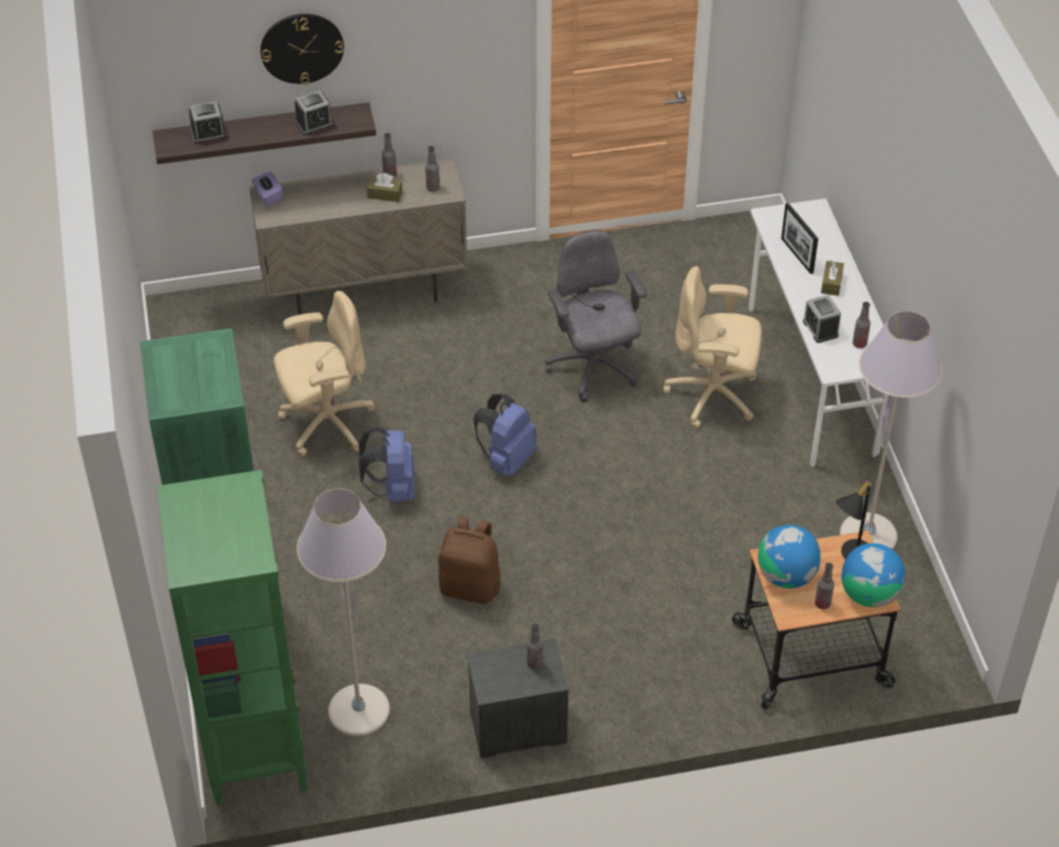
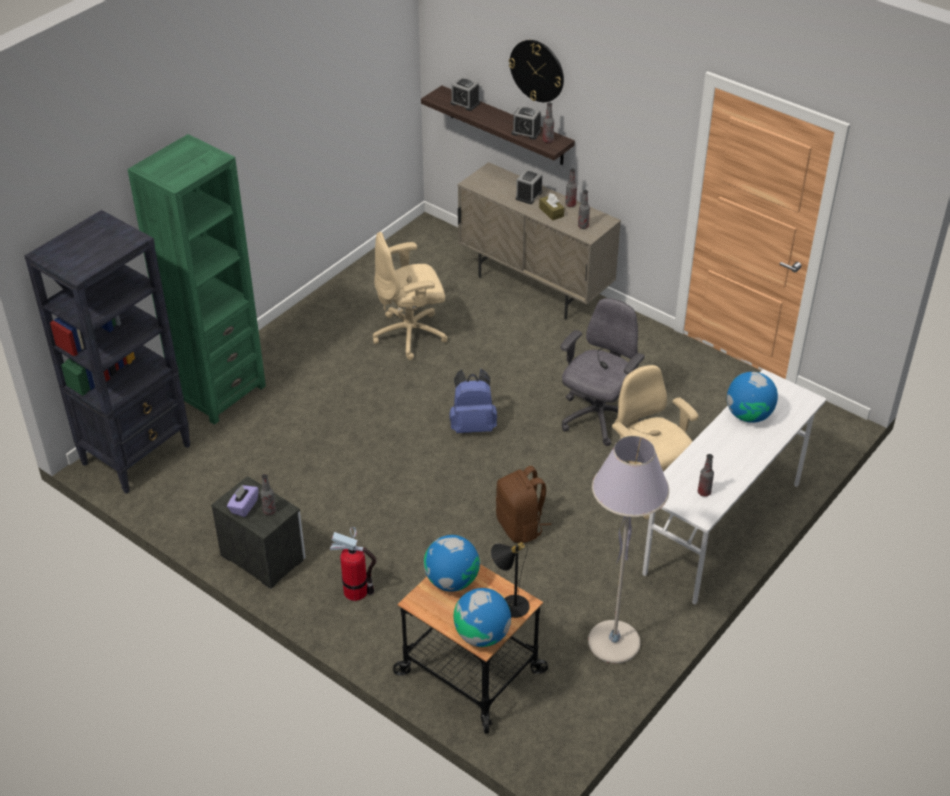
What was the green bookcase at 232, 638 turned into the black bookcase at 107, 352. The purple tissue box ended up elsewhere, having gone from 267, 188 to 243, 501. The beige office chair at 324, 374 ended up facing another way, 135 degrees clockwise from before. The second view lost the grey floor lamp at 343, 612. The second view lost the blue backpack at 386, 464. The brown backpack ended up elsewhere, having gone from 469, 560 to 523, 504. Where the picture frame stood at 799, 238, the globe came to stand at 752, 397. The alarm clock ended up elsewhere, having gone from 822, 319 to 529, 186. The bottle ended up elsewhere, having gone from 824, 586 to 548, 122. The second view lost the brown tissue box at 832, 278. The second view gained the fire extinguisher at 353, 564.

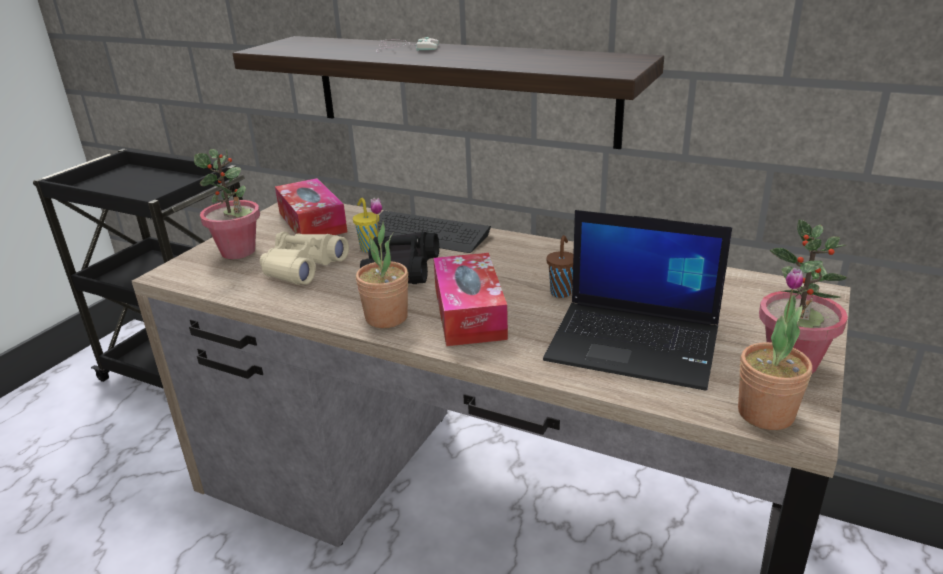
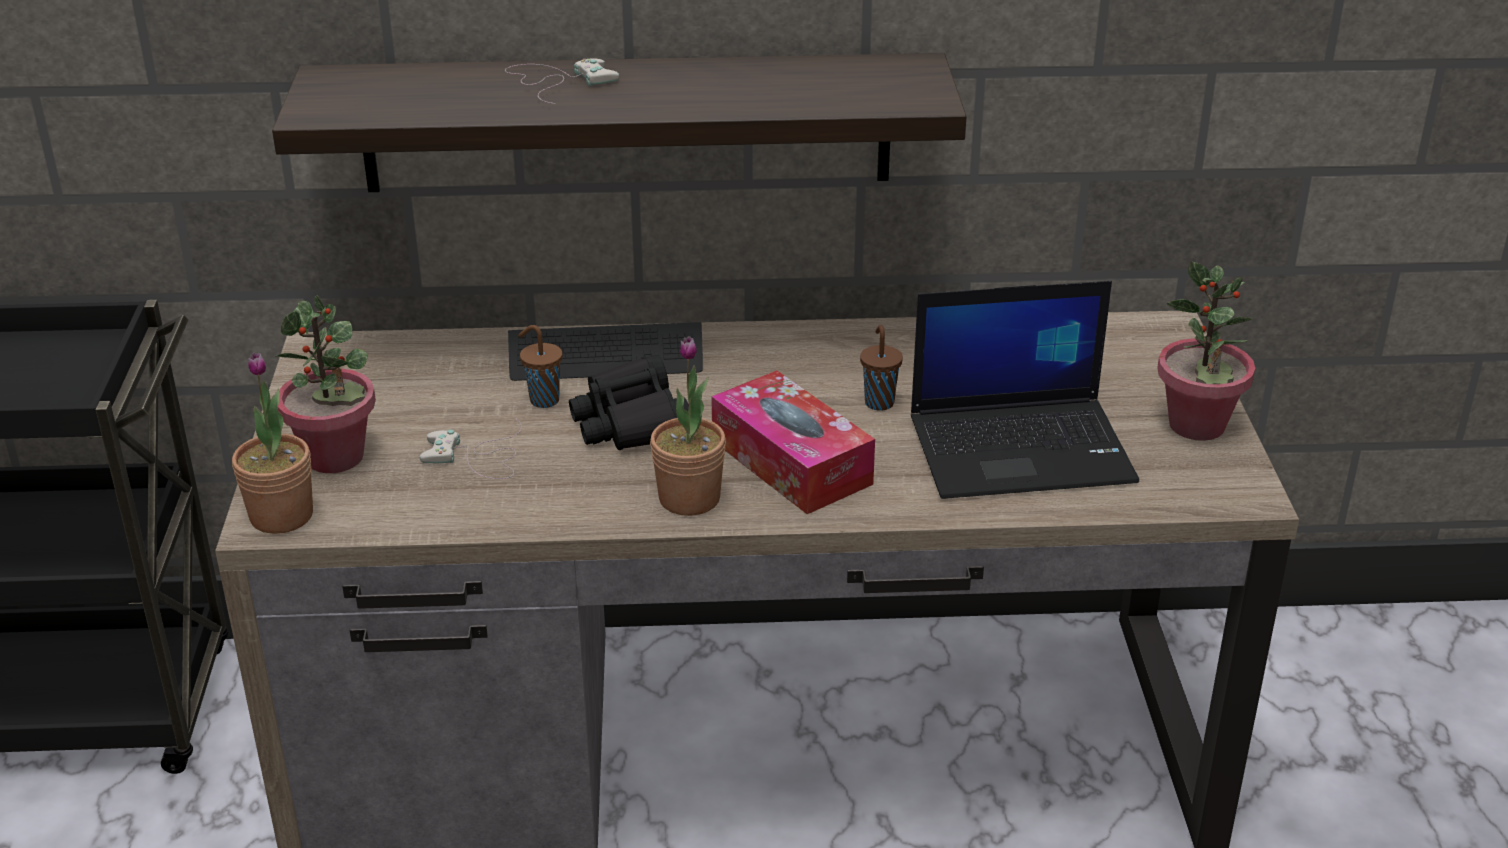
Where the beige binoculars stood at 304, 258, the white game controller came to stand at 471, 448. The second view lost the tissue box at 311, 206. What was the yellow cup at 366, 225 turned into the brown cup at 540, 366. The potted plant ended up elsewhere, having gone from 775, 349 to 272, 443.

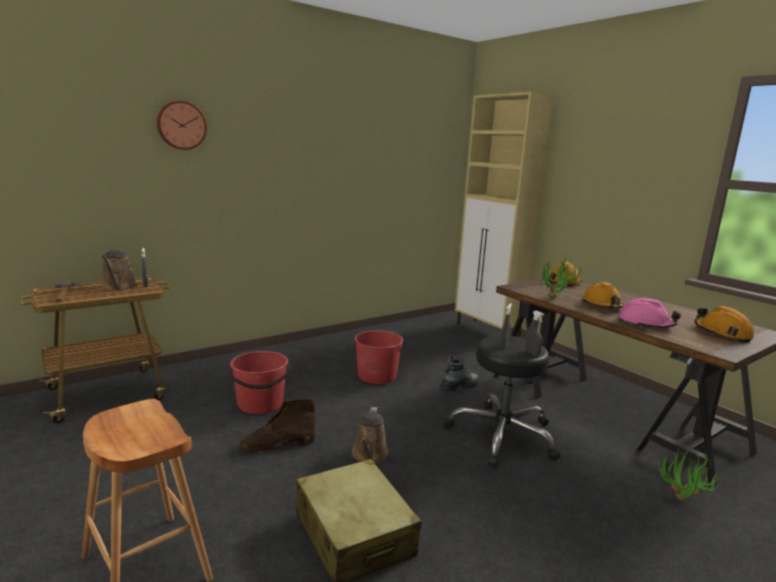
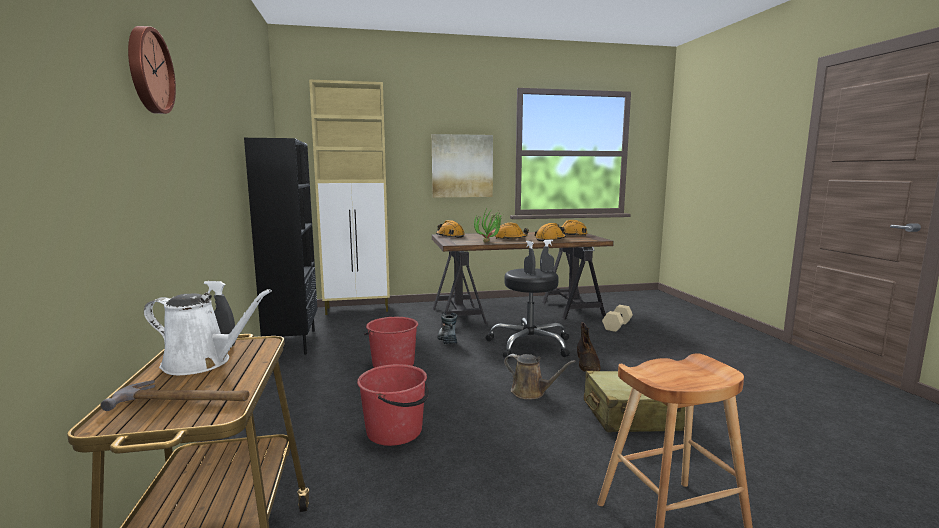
What was the brown watering can at 119, 270 turned into the white watering can at 208, 332. The brown boot ended up elsewhere, having gone from 278, 425 to 589, 347. What was the pink hard hat at 649, 313 turned into the orange hard hat at 550, 232. Where the potted plant stood at 691, 474, the beige dumbbell came to stand at 617, 318. The second view gained the black bookcase at 280, 246. The second view gained the picture at 462, 166.

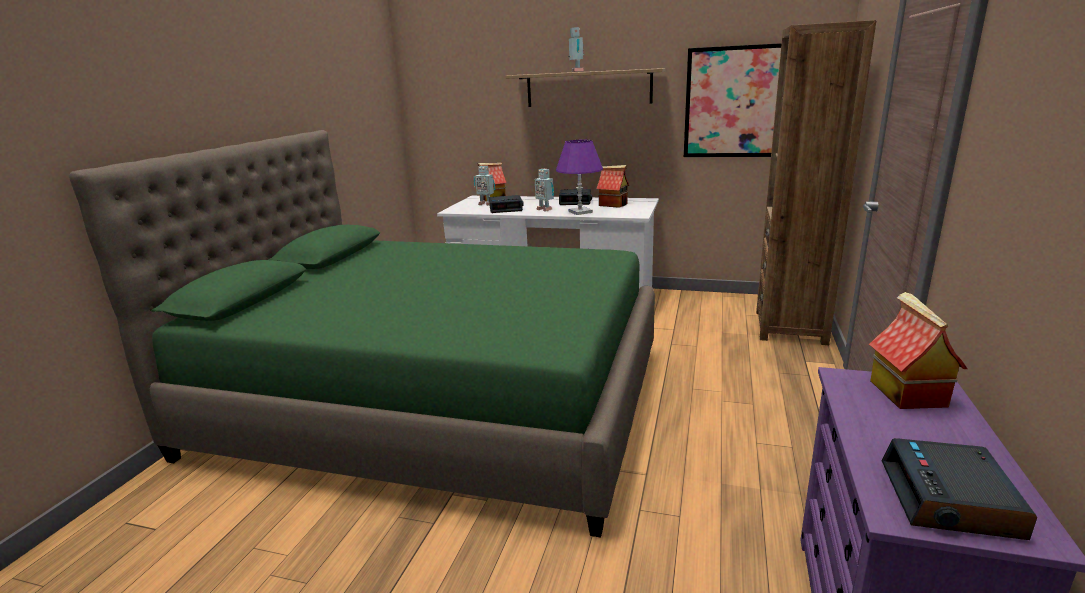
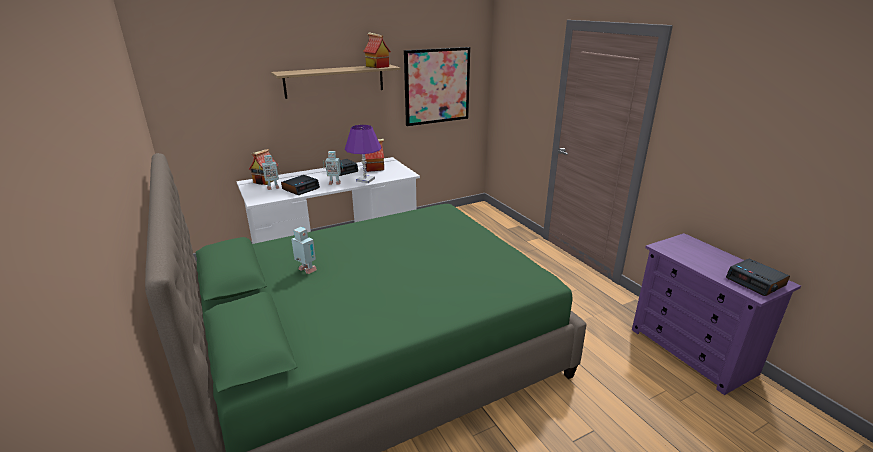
The toy robot ended up elsewhere, having gone from 576, 49 to 304, 250. The second view lost the brown bookcase at 816, 182. The toy house ended up elsewhere, having gone from 918, 350 to 377, 50.

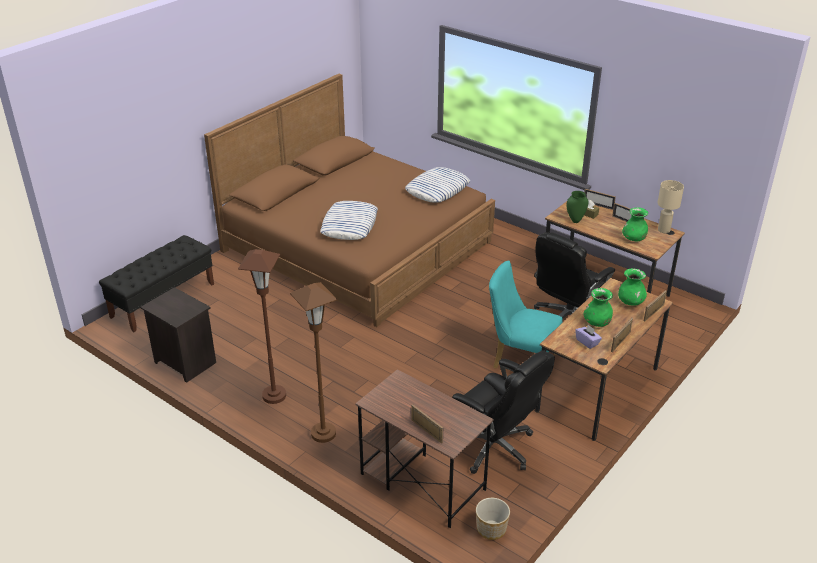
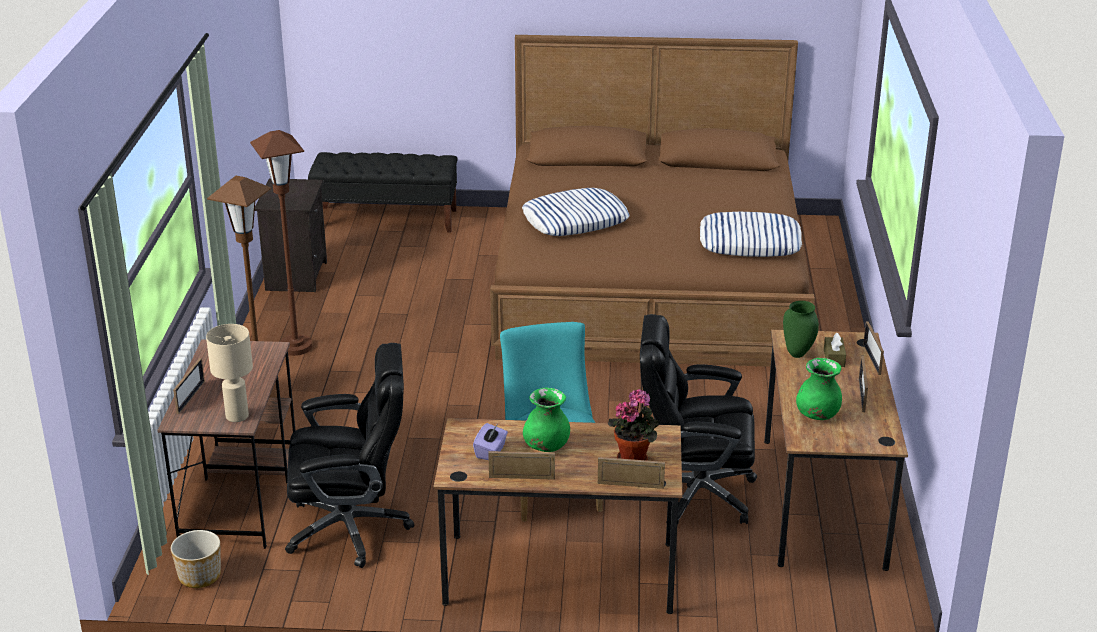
The black office chair at 503, 412 ended up facing another way, 105 degrees counterclockwise from before. Where the green vase stood at 632, 286, the potted plant came to stand at 633, 425. The beige table lamp ended up elsewhere, having gone from 670, 206 to 229, 373.

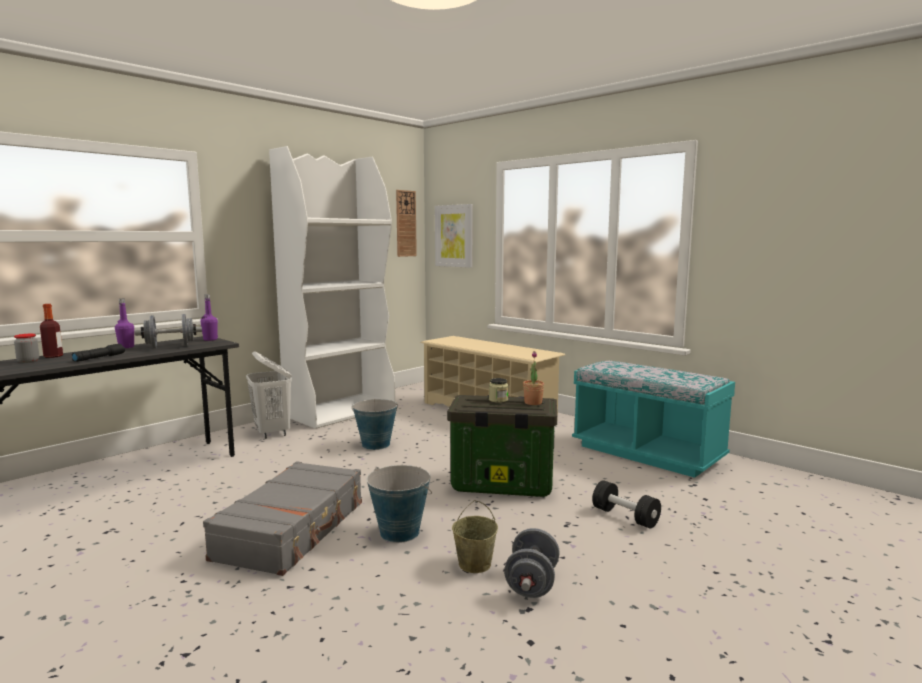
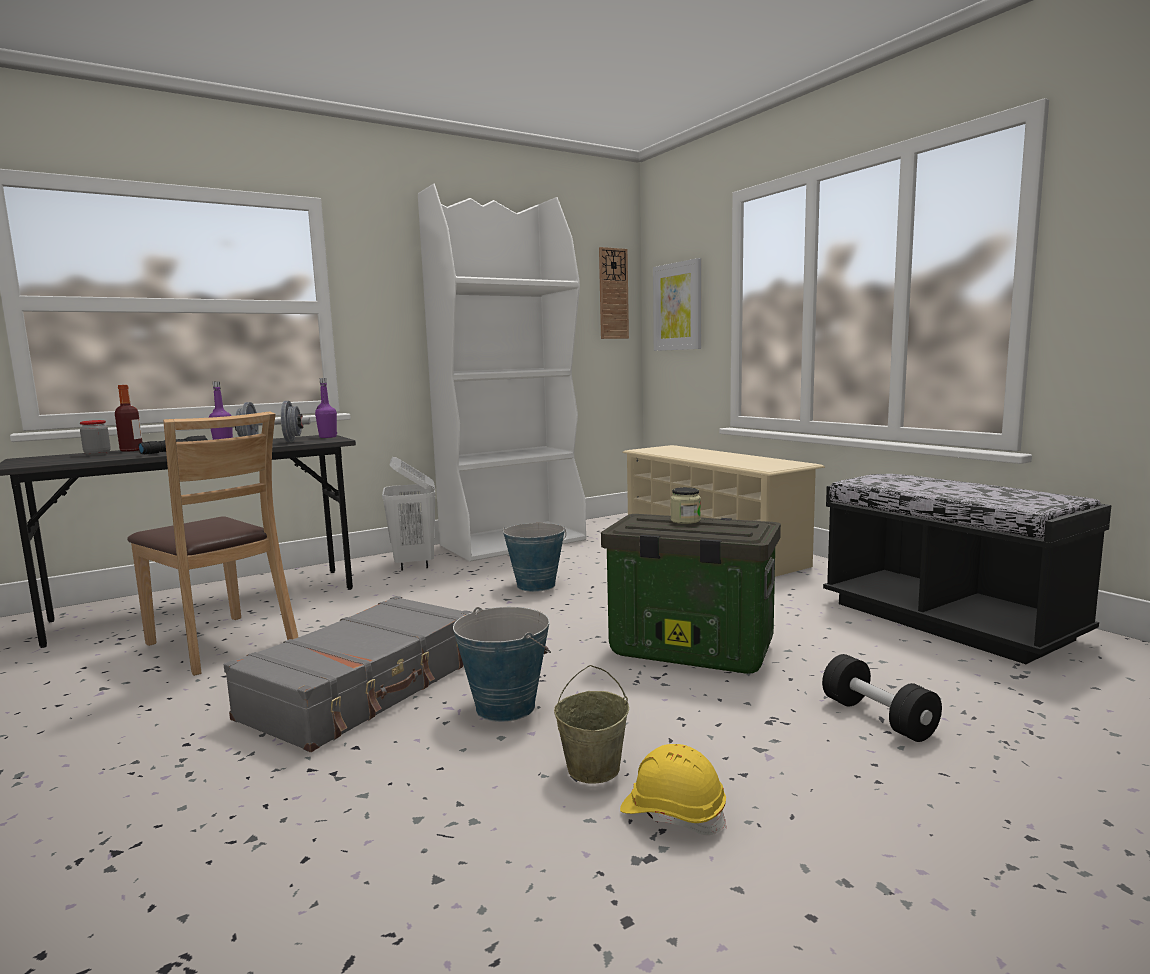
Where the grey dumbbell stood at 532, 563, the yellow hard hat came to stand at 673, 789. The second view lost the potted plant at 533, 378. What was the turquoise bench at 653, 419 turned into the black bench at 967, 569. The second view gained the brown chair at 212, 544.

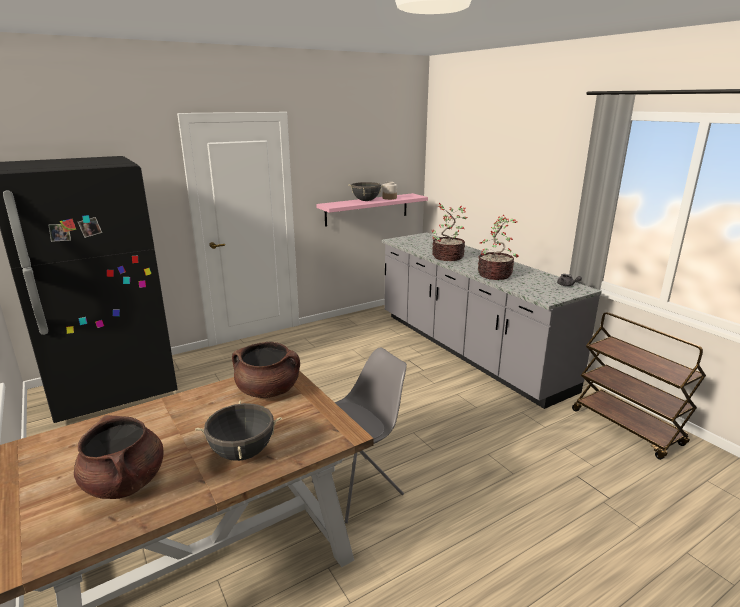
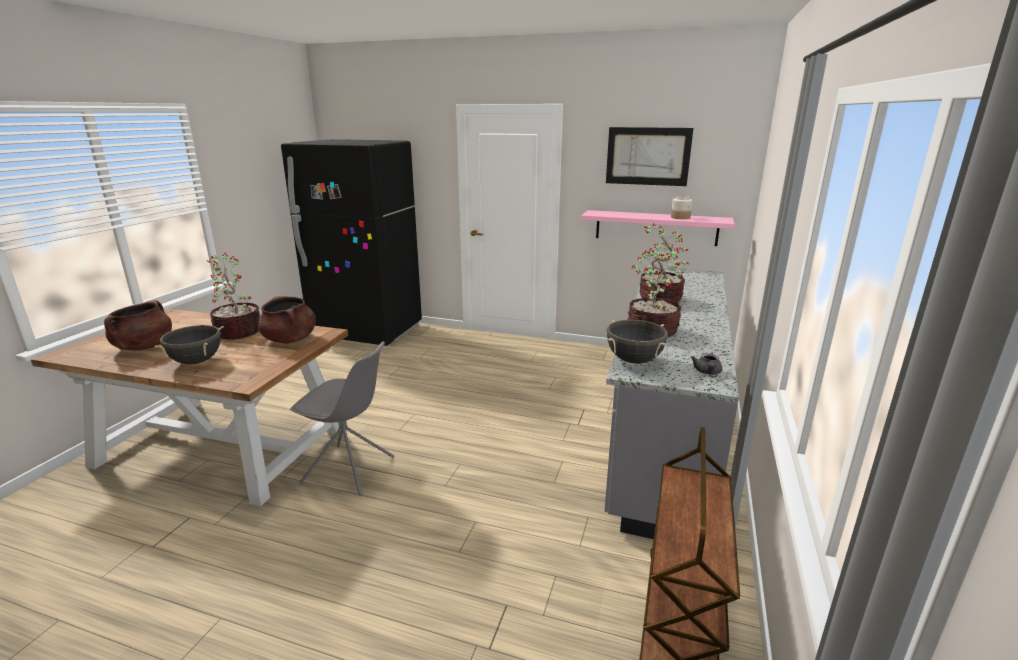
The black cooking pot ended up elsewhere, having gone from 366, 191 to 637, 342. The second view gained the potted plant at 233, 296. The second view gained the picture at 649, 156.

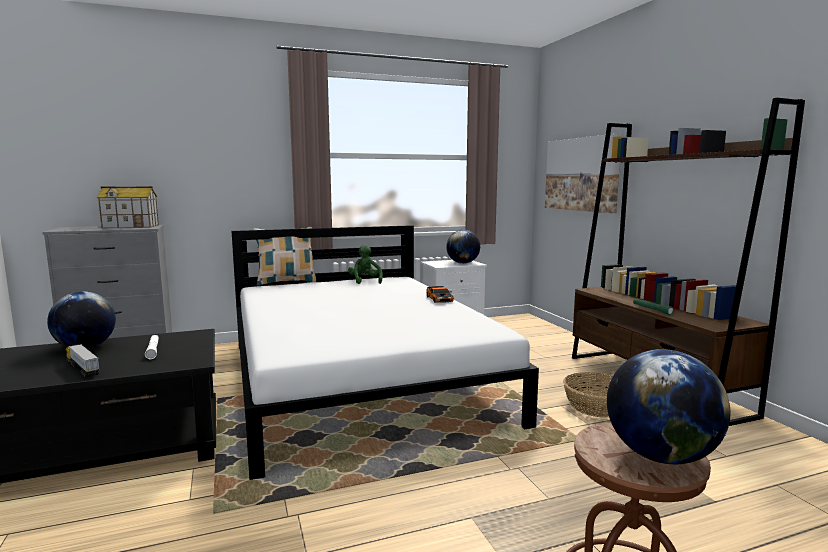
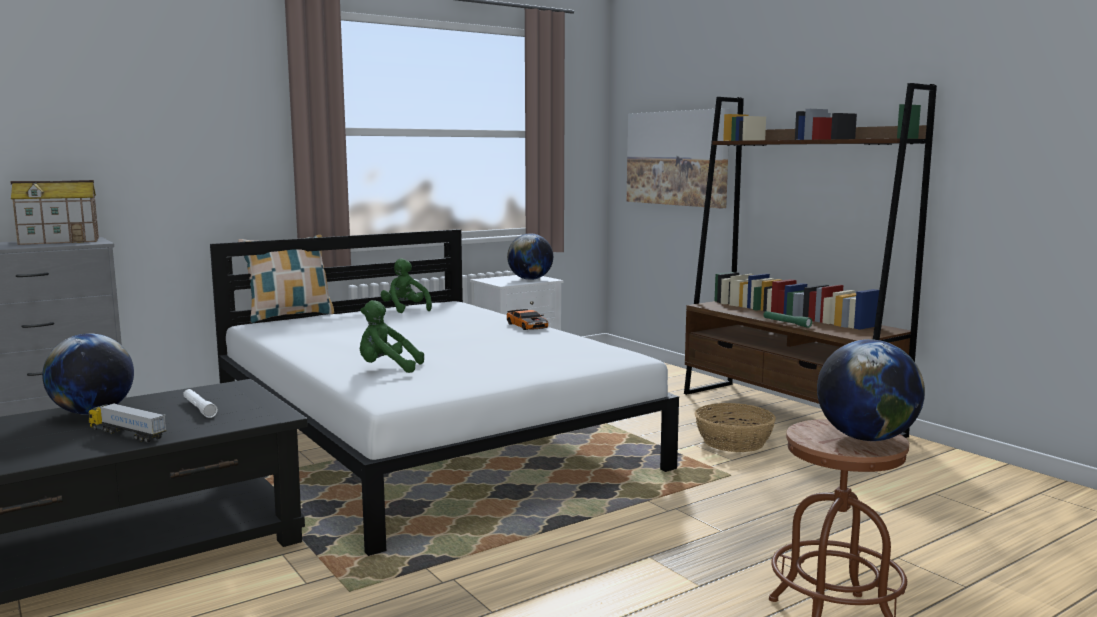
The second view gained the green plush toy at 392, 336.

